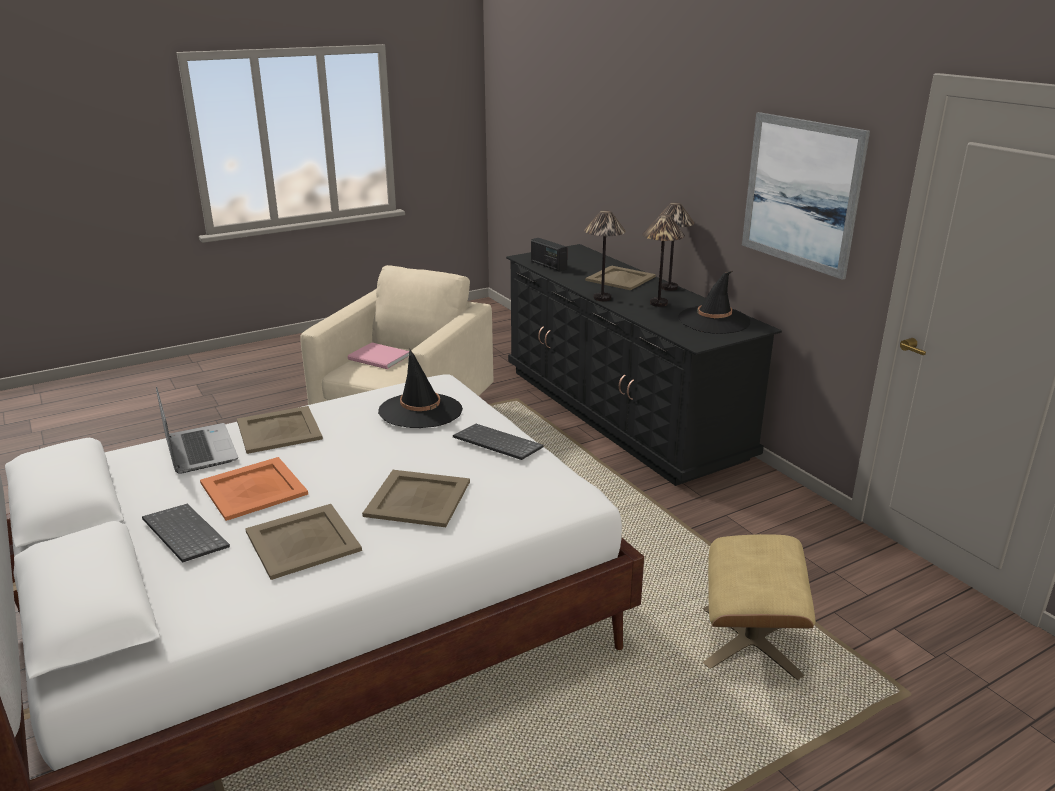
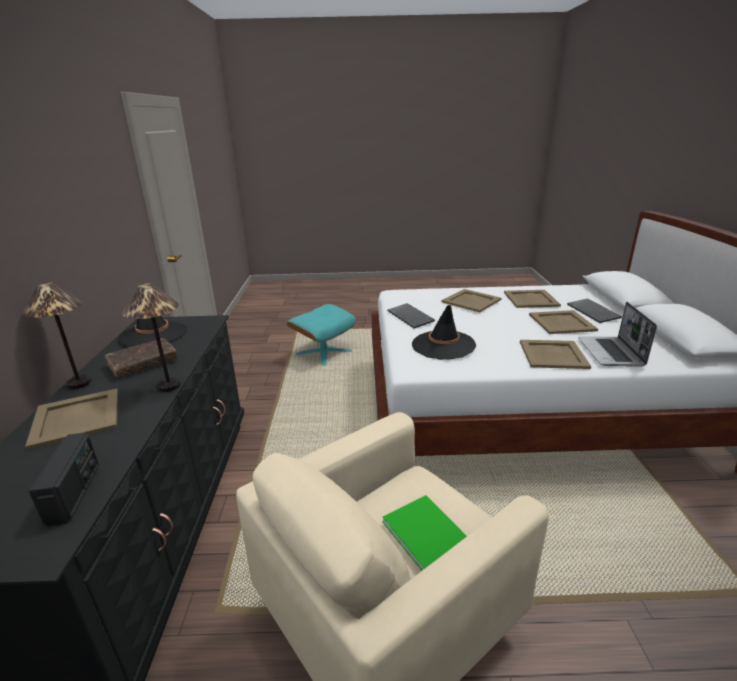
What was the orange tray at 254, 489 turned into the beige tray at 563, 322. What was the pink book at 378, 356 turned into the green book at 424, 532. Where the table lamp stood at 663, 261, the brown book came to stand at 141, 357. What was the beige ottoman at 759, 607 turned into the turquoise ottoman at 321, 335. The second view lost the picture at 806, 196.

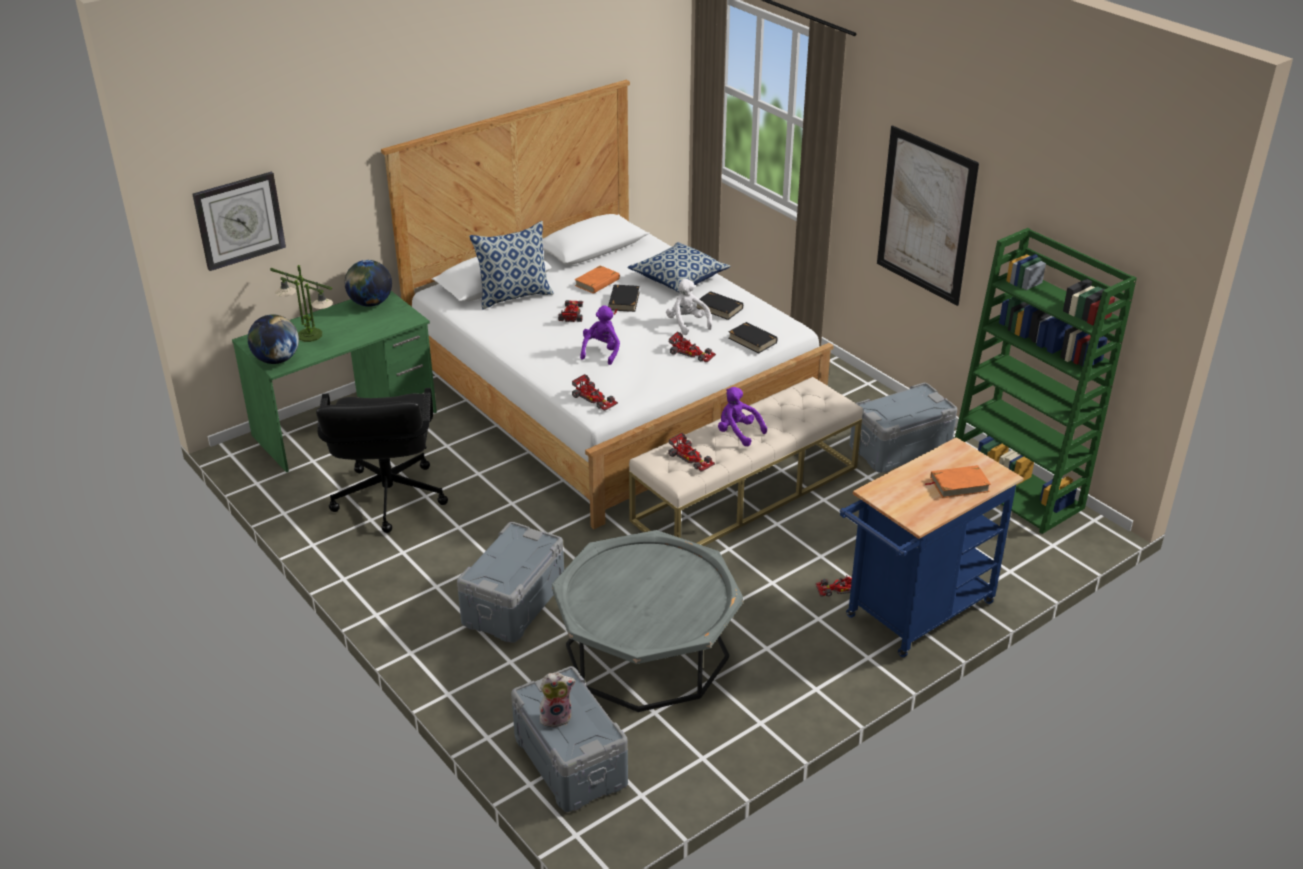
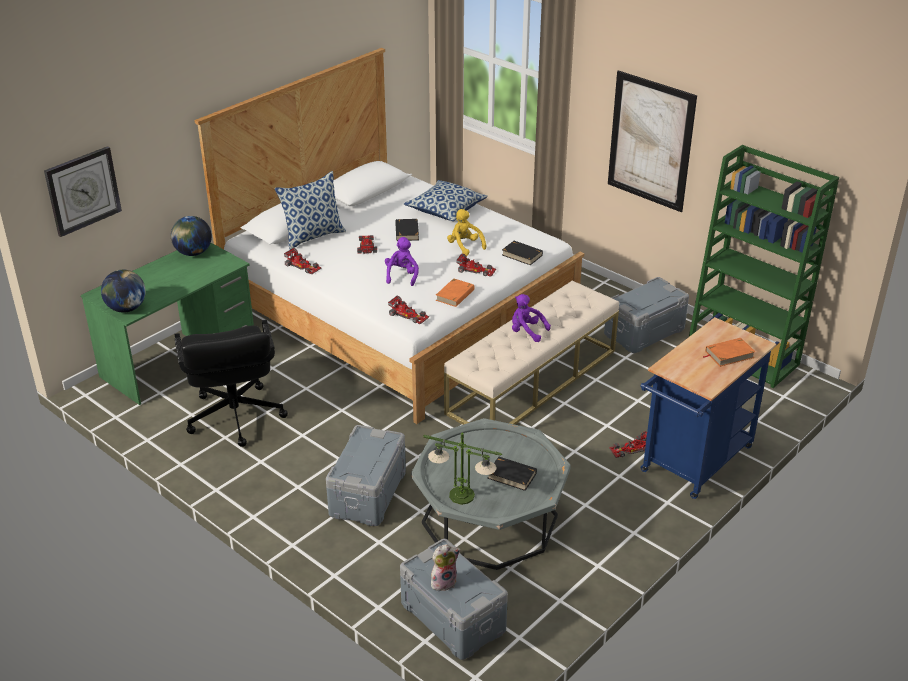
The table lamp ended up elsewhere, having gone from 301, 303 to 463, 469. The orange book ended up elsewhere, having gone from 597, 279 to 455, 292. What was the white plush toy at 689, 307 turned into the yellow plush toy at 466, 232. The toy car ended up elsewhere, having gone from 692, 452 to 303, 261. The black book ended up elsewhere, having gone from 720, 305 to 512, 474.

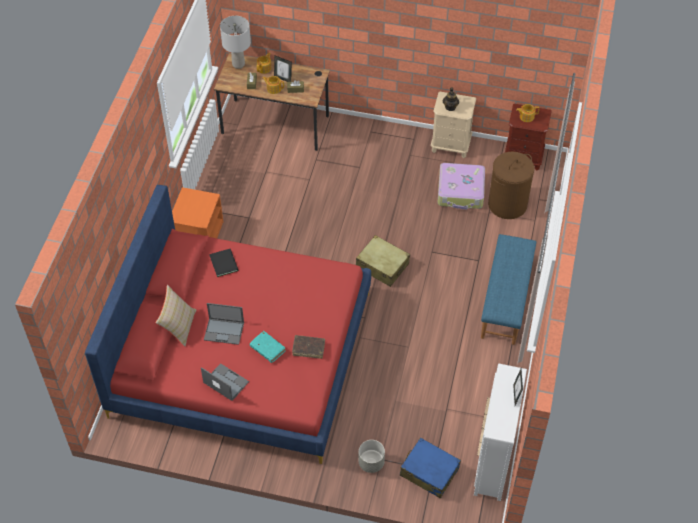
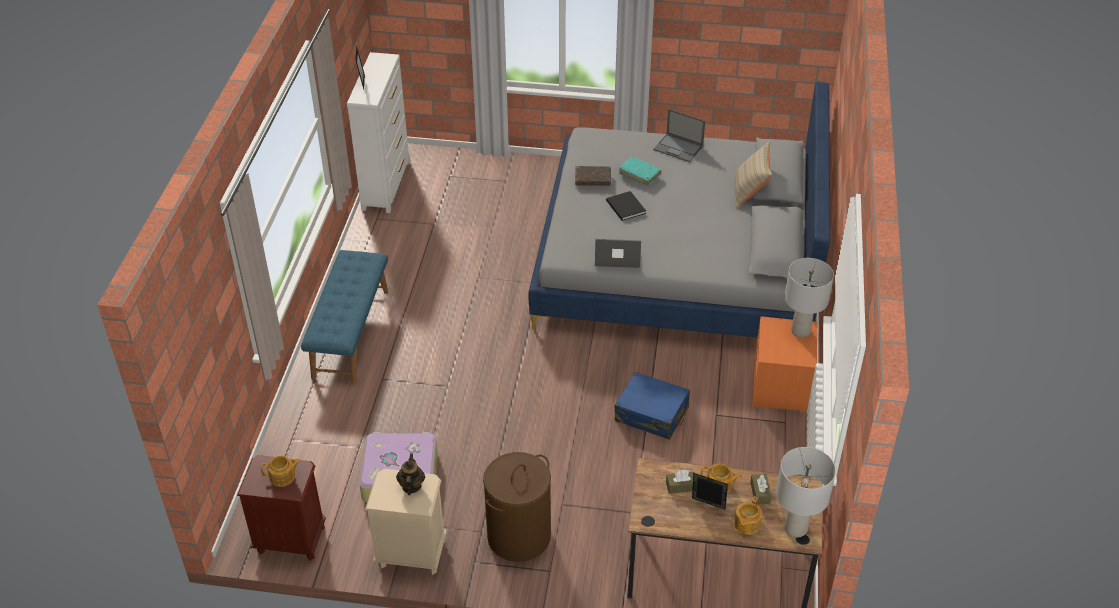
What was the red bed at 228, 324 turned into the grey bed at 679, 209. The laptop ended up elsewhere, having gone from 224, 324 to 618, 253. The black book ended up elsewhere, having gone from 224, 263 to 626, 206. The second view lost the beige suitcase at 383, 261. The second view lost the grey planter at 372, 456. The blue suitcase ended up elsewhere, having gone from 430, 468 to 652, 406. The brown laundry basket ended up elsewhere, having gone from 511, 185 to 517, 507. The second view gained the grey table lamp at 809, 298.

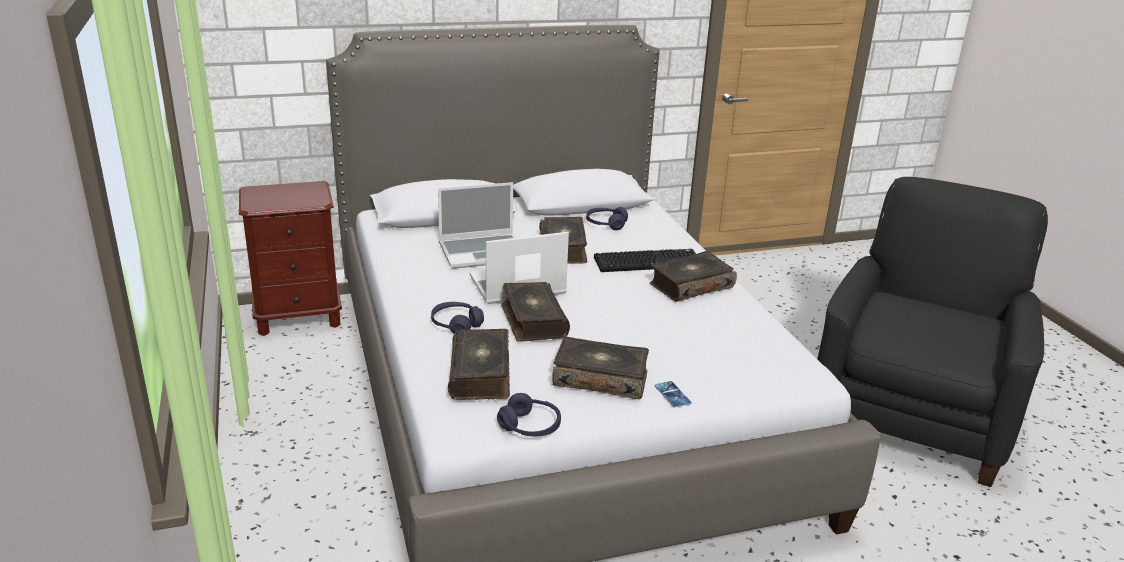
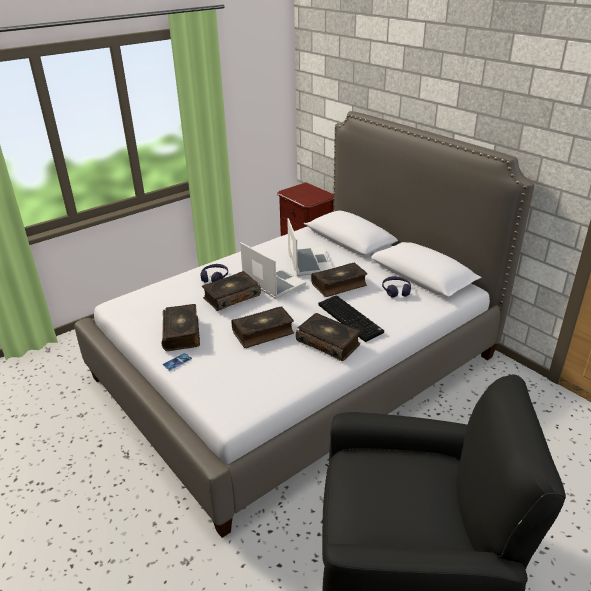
The laptop at 476, 225 ended up facing another way, 150 degrees counterclockwise from before. The book ended up elsewhere, having gone from 479, 364 to 262, 327. The second view lost the purple headphones at 529, 414.

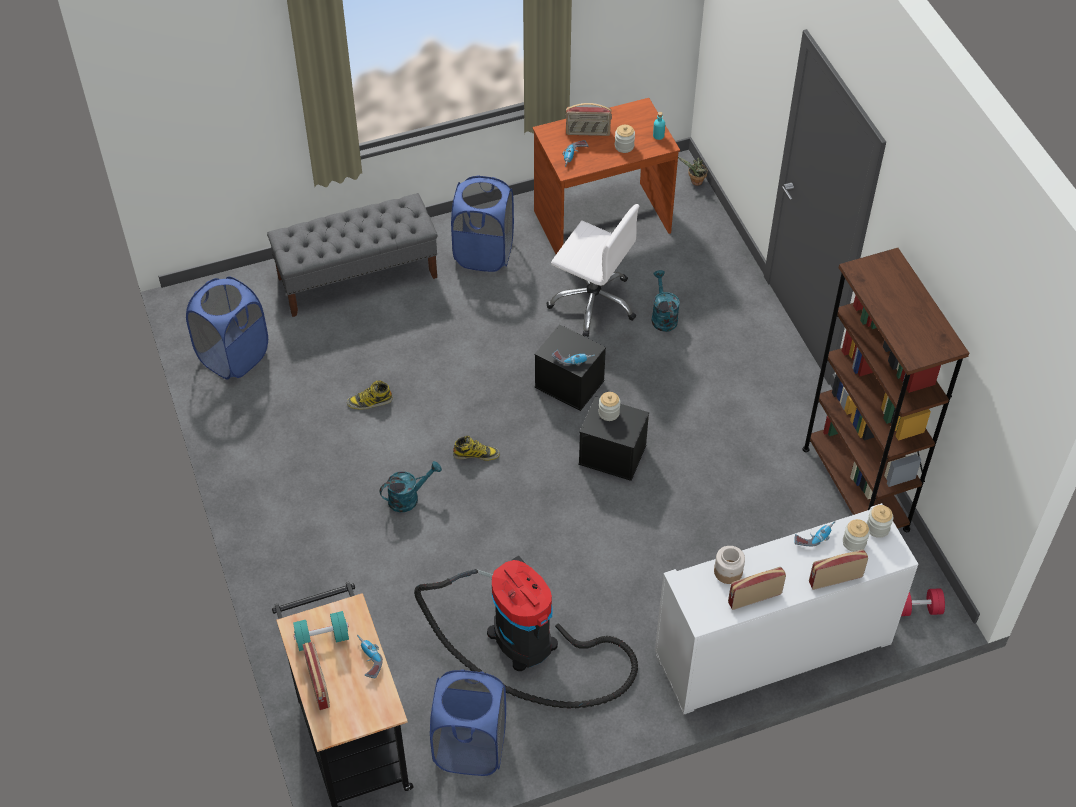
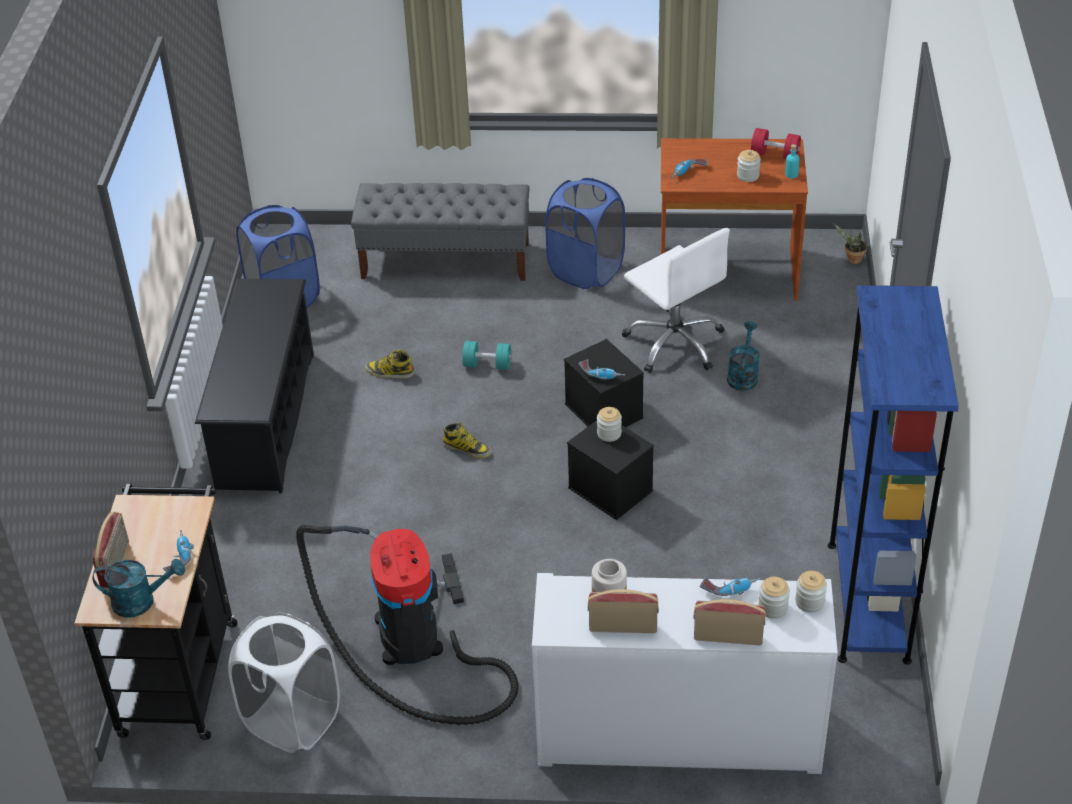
The turquoise dumbbell ended up elsewhere, having gone from 321, 631 to 486, 355. The turquoise watering can ended up elsewhere, having gone from 411, 486 to 139, 588. What was the blue laundry basket at 468, 723 turned into the white laundry basket at 284, 683. The second view lost the radio at 588, 119. What was the brown bookcase at 885, 390 turned into the blue bookcase at 893, 475. The red dumbbell ended up elsewhere, having gone from 923, 602 to 776, 144. The second view gained the black shoe rack at 254, 386.

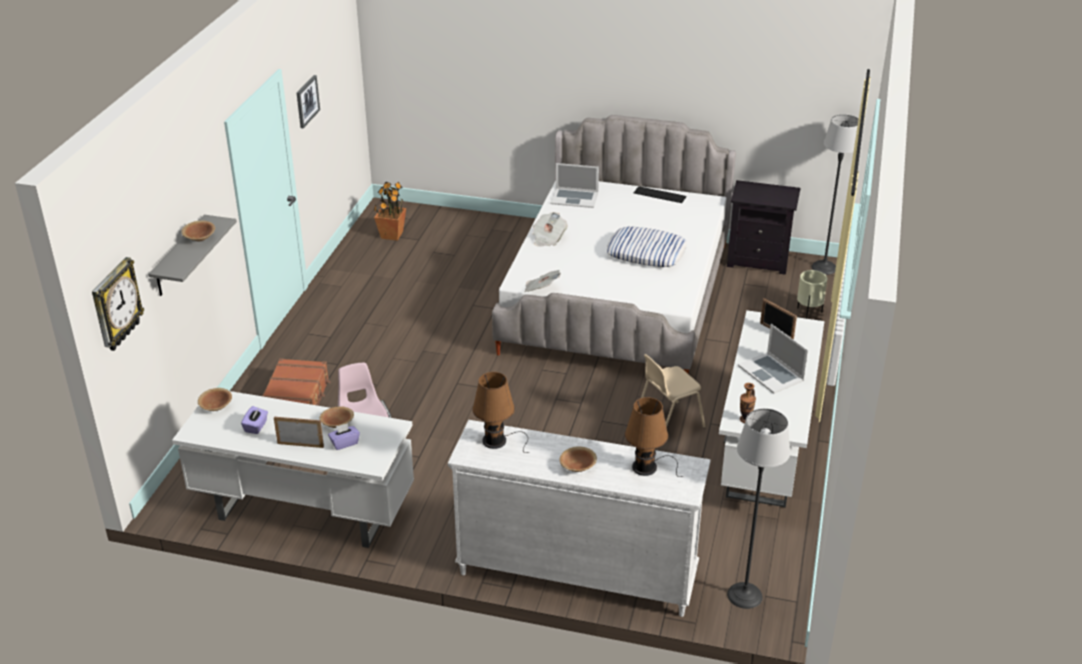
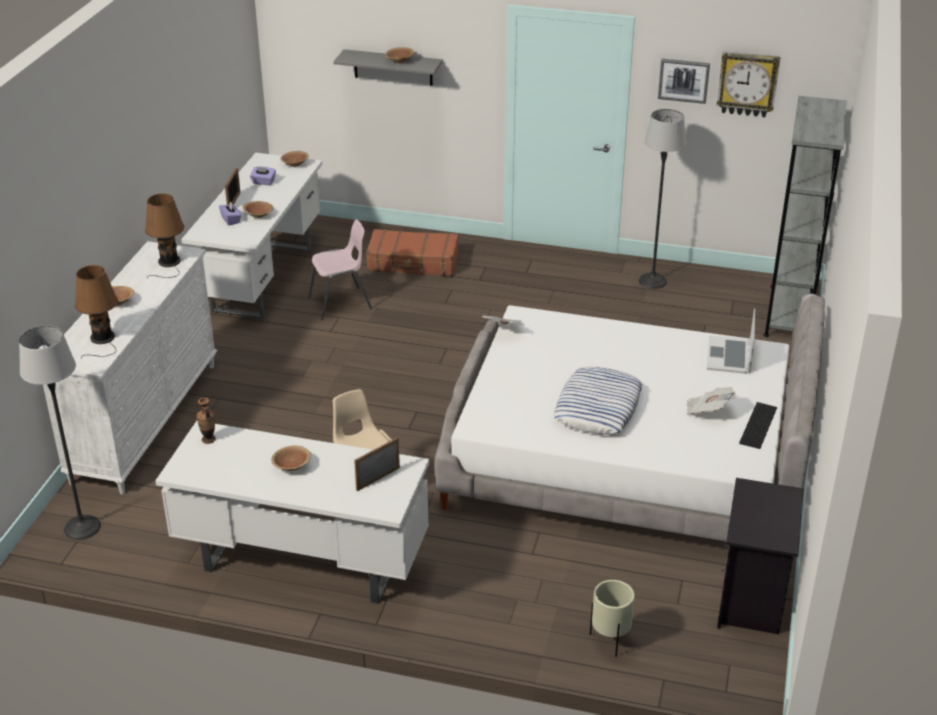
The wall clock ended up elsewhere, having gone from 118, 304 to 748, 84. The second view lost the potted plant at 390, 211. The newspaper ended up elsewhere, having gone from 550, 229 to 711, 400. Where the laptop stood at 773, 359, the brown bowl came to stand at 291, 458. The floor lamp ended up elsewhere, having gone from 836, 194 to 662, 199. The second view gained the grey bookcase at 805, 216.

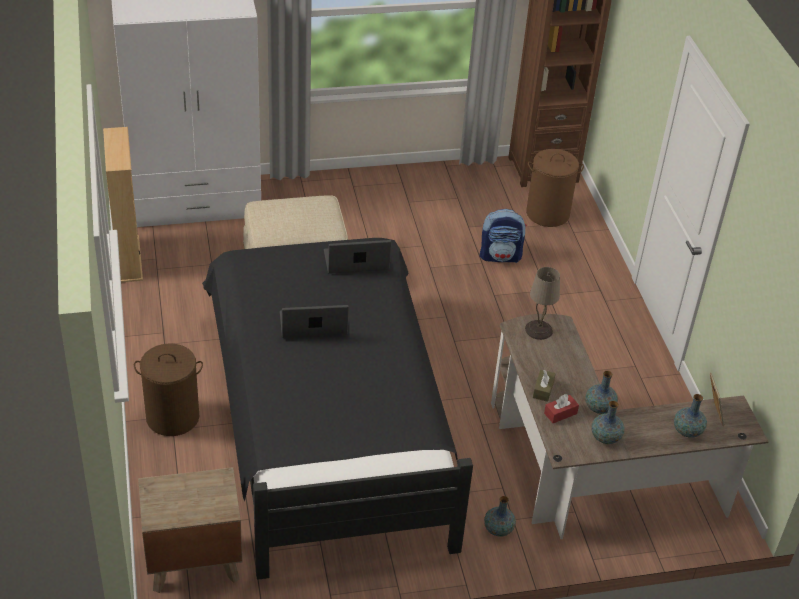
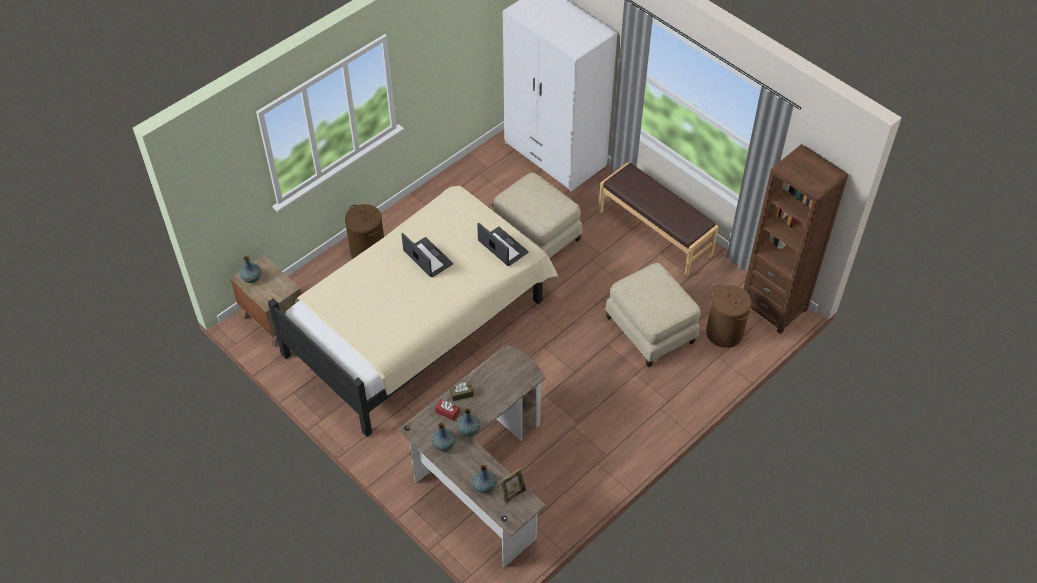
The second view lost the beige bookcase at 123, 205. What was the black bed at 337, 409 turned into the beige bed at 413, 311. Where the backpack stood at 503, 236, the beige ottoman came to stand at 652, 315. The vase ended up elsewhere, having gone from 500, 516 to 250, 269. The second view lost the beige table lamp at 542, 303. The second view gained the brown bench at 658, 219.

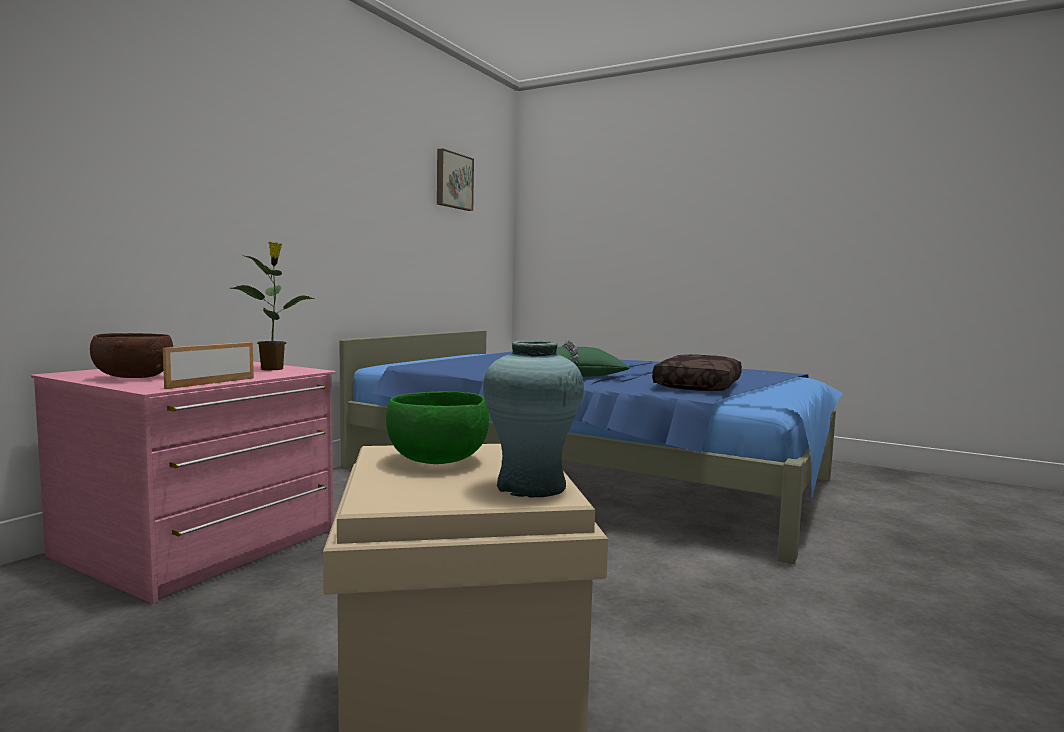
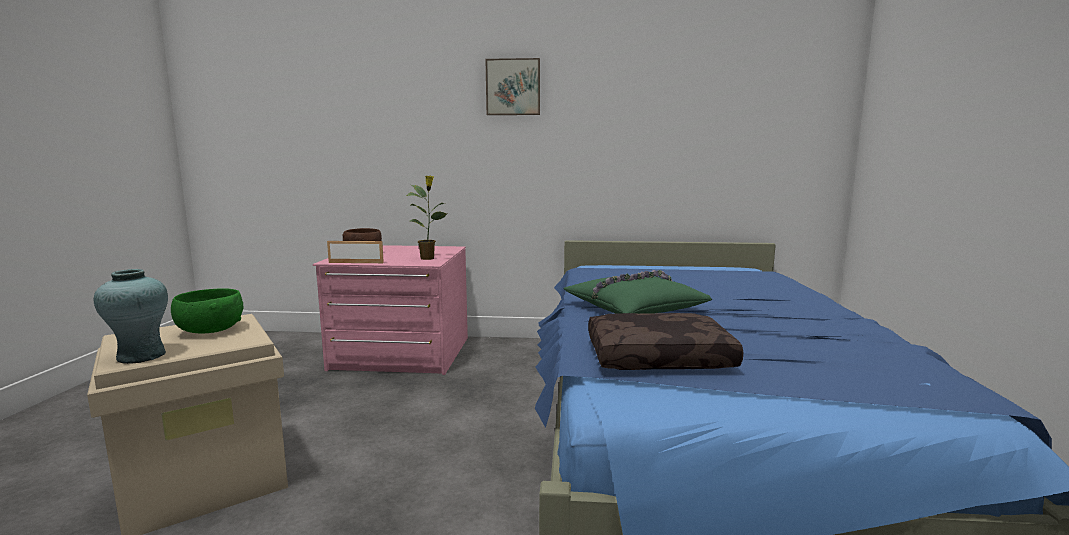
The picture ended up elsewhere, having gone from 455, 179 to 513, 86.

